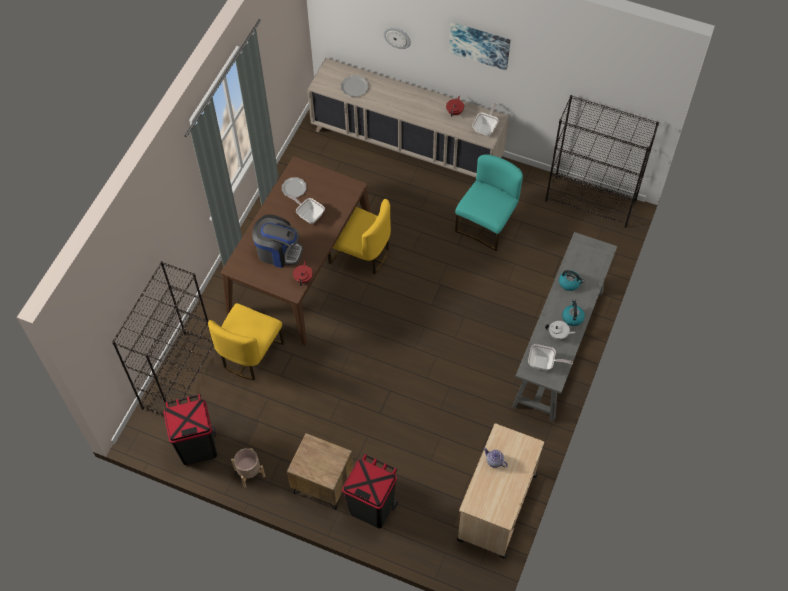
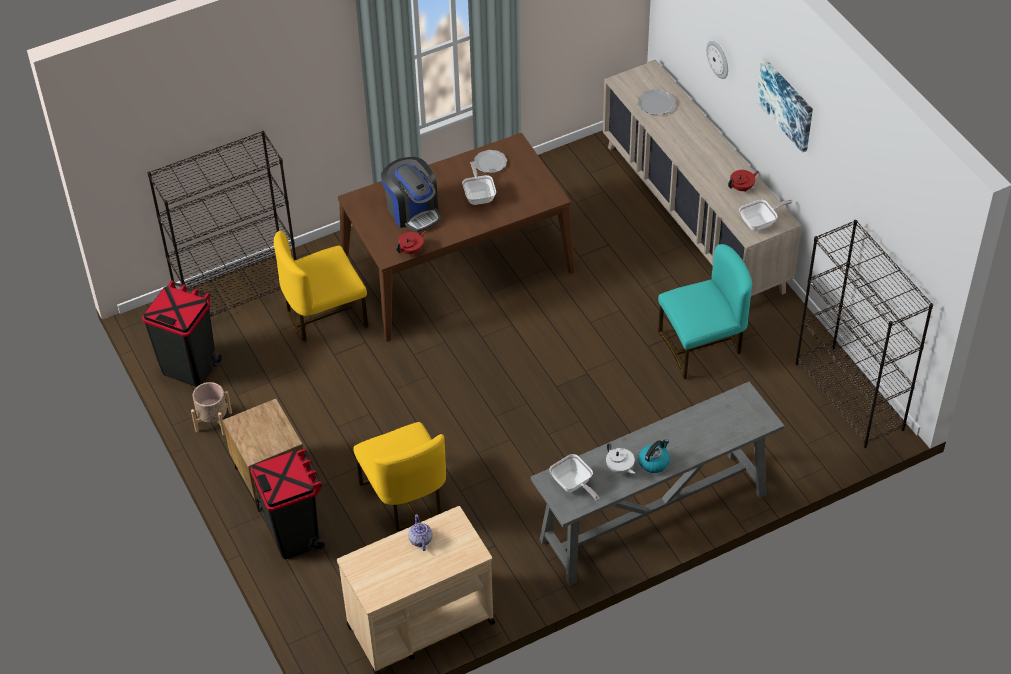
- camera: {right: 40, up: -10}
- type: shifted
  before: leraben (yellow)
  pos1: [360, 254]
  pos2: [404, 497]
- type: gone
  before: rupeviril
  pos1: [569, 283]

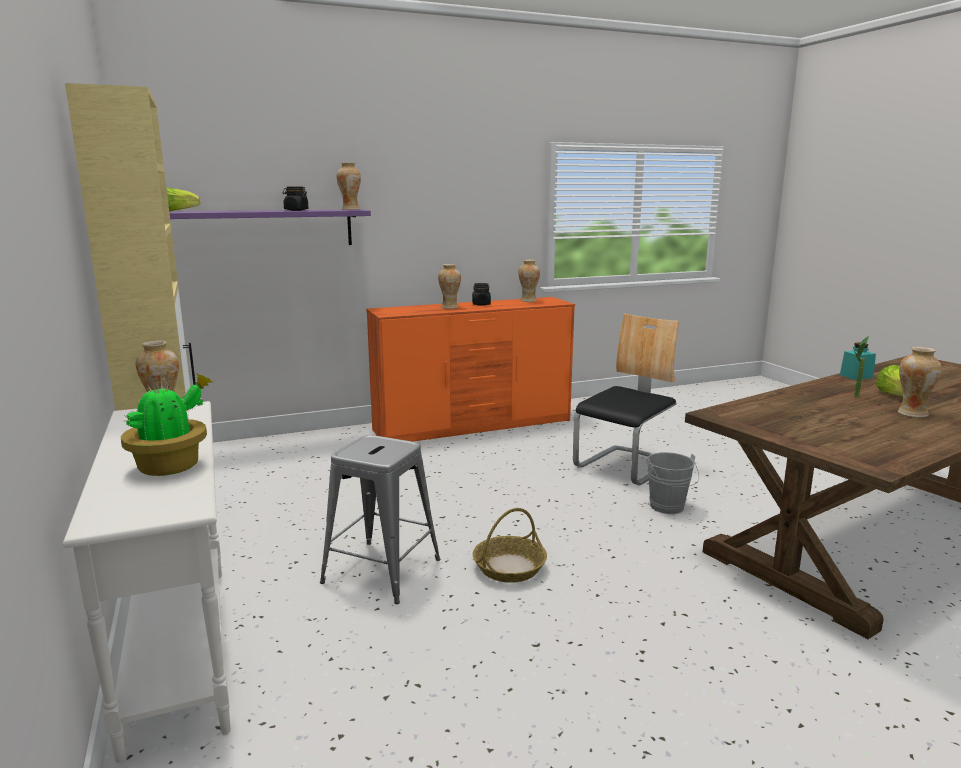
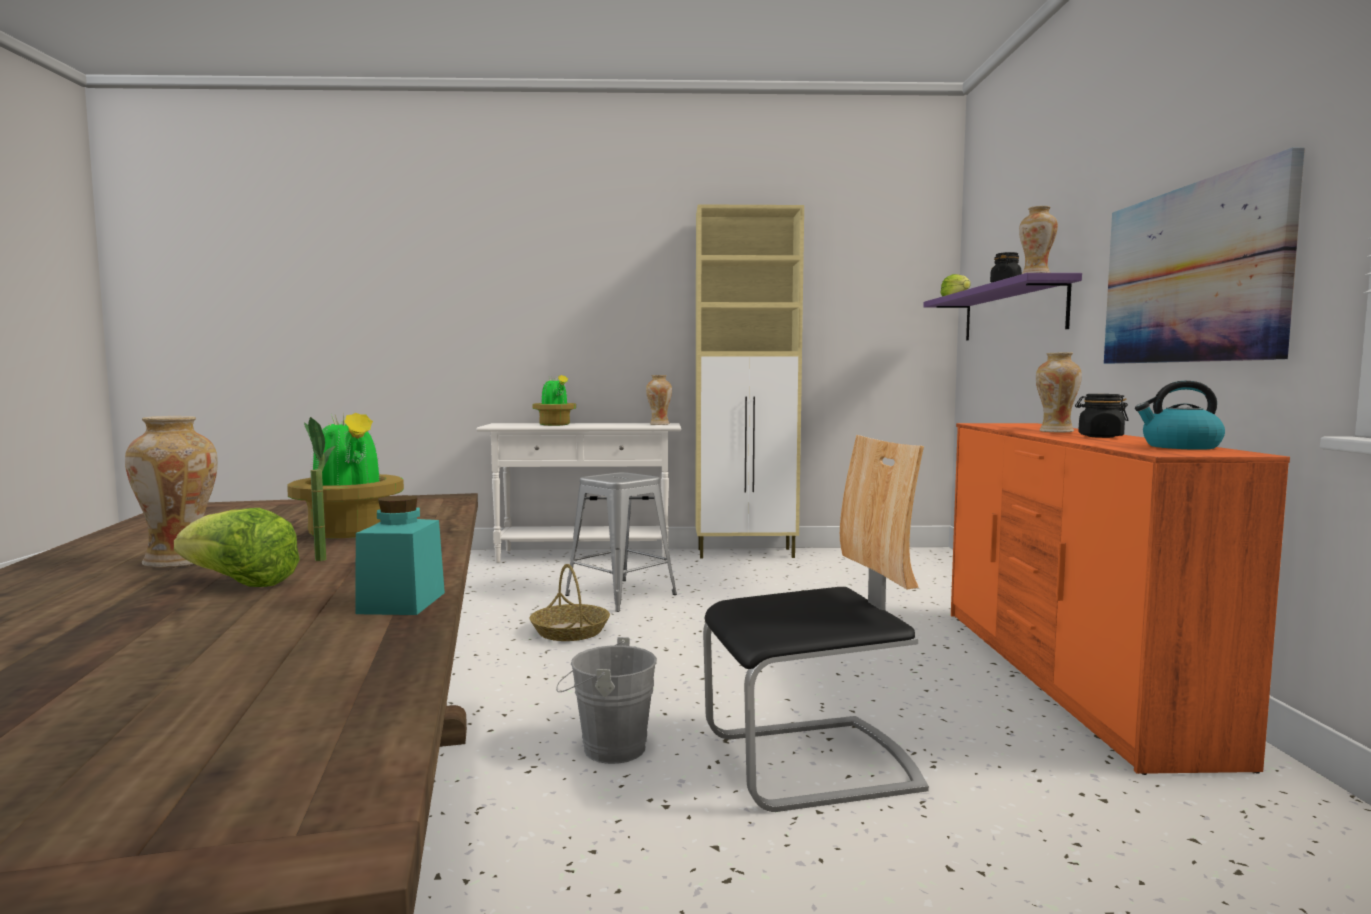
- camera: {right: 110, up: -10}
- type: swapped
  before: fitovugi
  after: rupeviril
  pos1: [528, 300]
  pos2: [1180, 447]
- type: rotated
  before: leraben
  pos1: [625, 466]
  pos2: [812, 762]
  turn: -75
- type: new
  after: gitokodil
  pos2: [350, 534]
- type: new
  after: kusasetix
  pos2: [1191, 274]

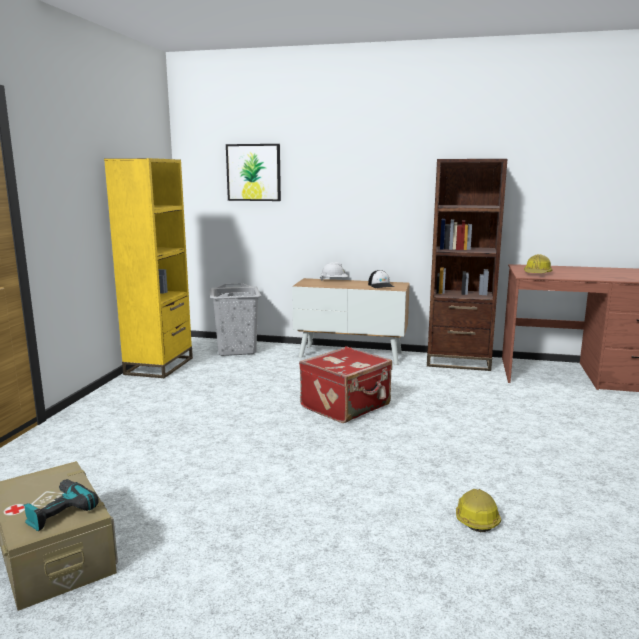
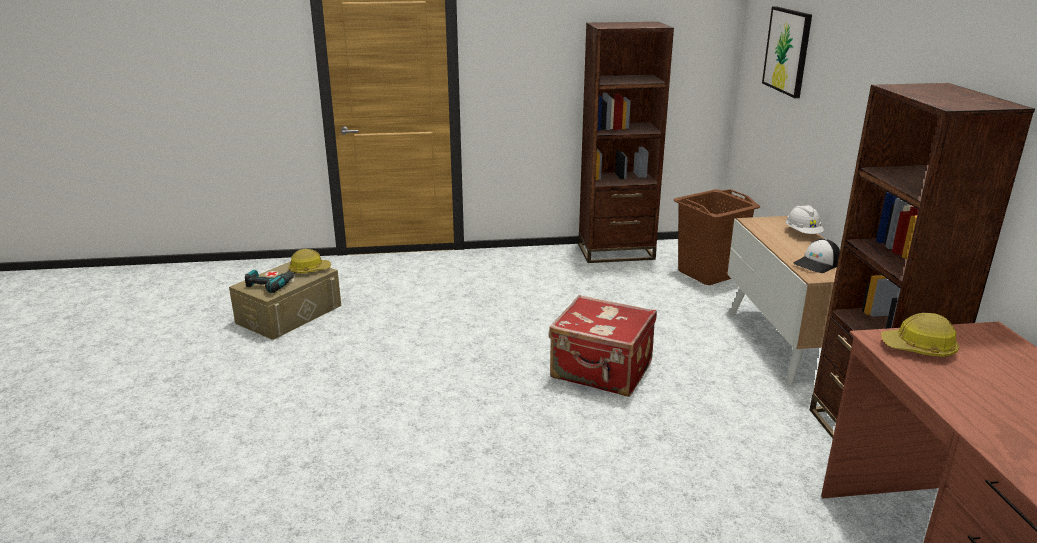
- camera: {right: 70, up: 10}
- type: repainted
  before: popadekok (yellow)
  after: popadekok (brown)
  pos1: [159, 366]
  pos2: [616, 252]
- type: repainted
  before: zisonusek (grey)
  after: zisonusek (brown)
  pos1: [237, 350]
  pos2: [709, 273]
- type: shifted
  before: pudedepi
  pos1: [476, 518]
  pos2: [309, 270]

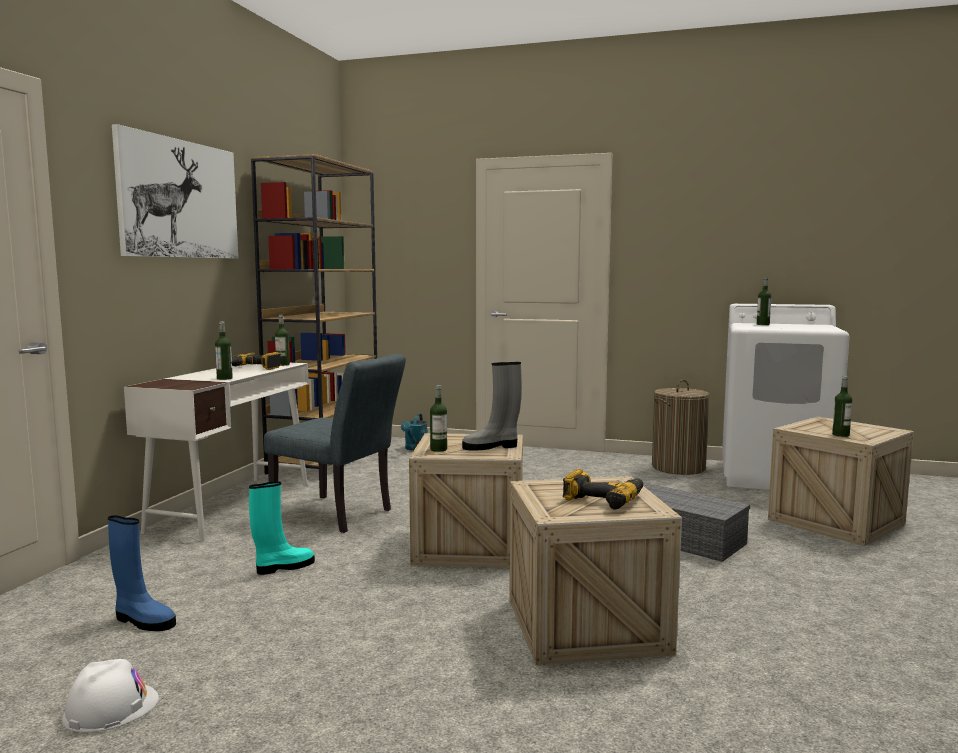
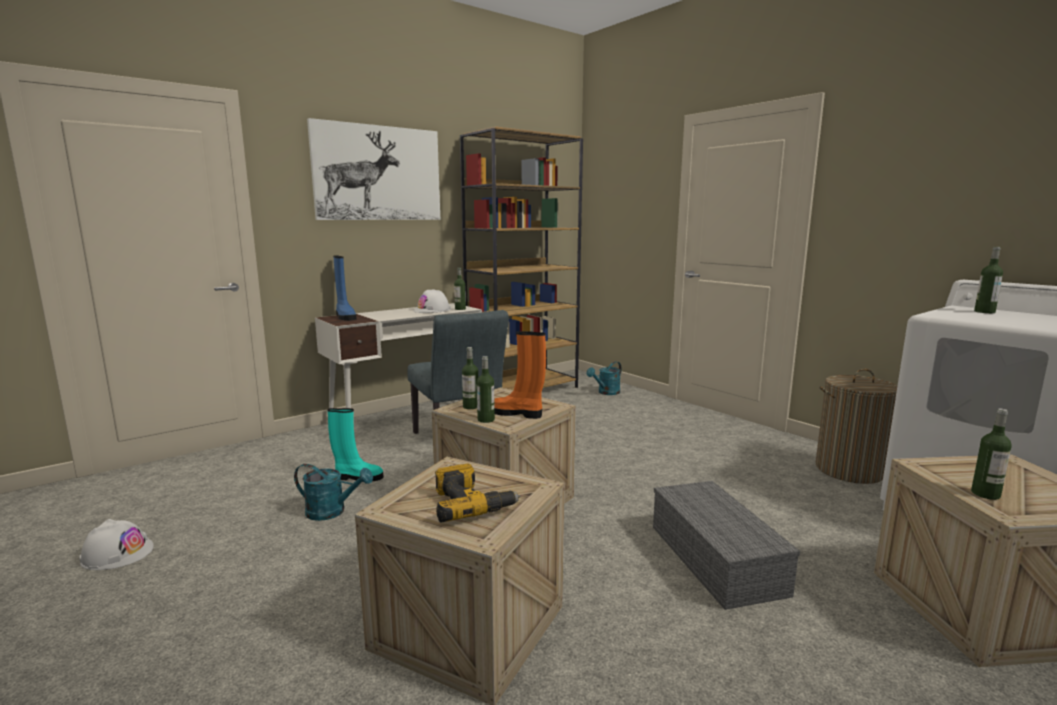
- camera: {right: 35, up: 5}
- type: shifted
  before: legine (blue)
  pos1: [143, 621]
  pos2: [345, 317]
- type: shifted
  before: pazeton
  pos1: [224, 378]
  pos2: [486, 420]
- type: swapped
  before: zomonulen
  after: pudedepi (white)
  pos1: [254, 368]
  pos2: [432, 310]
- type: repainted
  before: legine (grey)
  after: legine (orange)
  pos1: [492, 447]
  pos2: [517, 413]
- type: new
  after: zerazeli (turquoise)
  pos2: [332, 512]

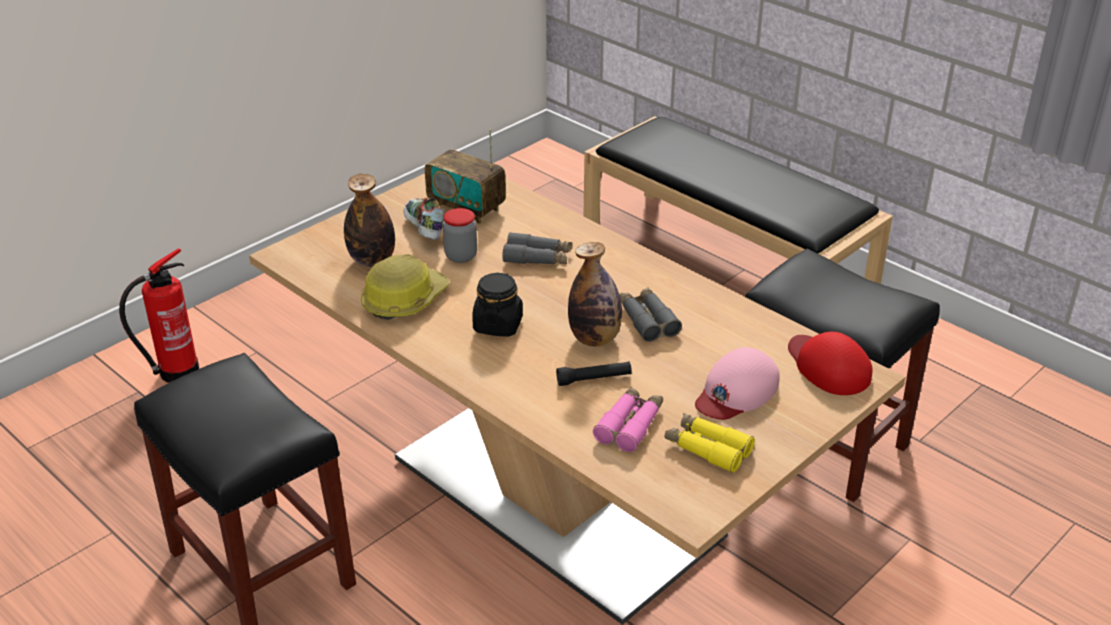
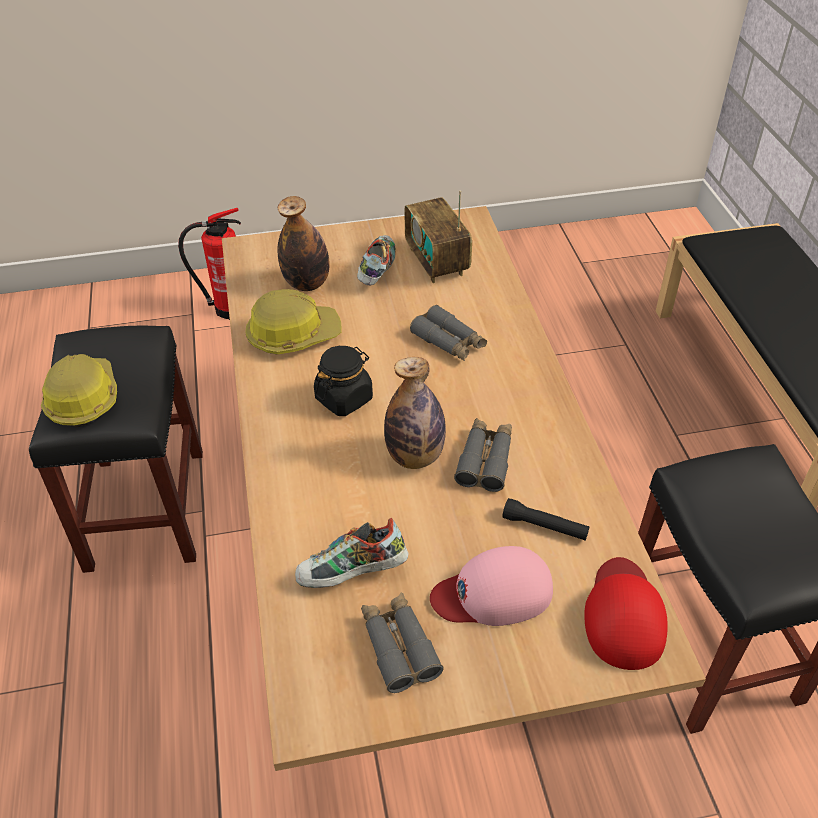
- camera: {right: 35, up: 10}
- type: gone
  before: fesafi
  pos1: [461, 256]
- type: shifted
  before: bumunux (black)
  pos1: [594, 379]
  pos2: [545, 526]
- type: swapped
  before: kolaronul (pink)
  after: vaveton
  pos1: [630, 425]
  pos2: [352, 574]
- type: repainted
  before: kolaronul (yellow)
  after: kolaronul (grey)
  pos1: [707, 448]
  pos2: [398, 646]
- type: new
  after: pudedepi
  pos2: [83, 399]

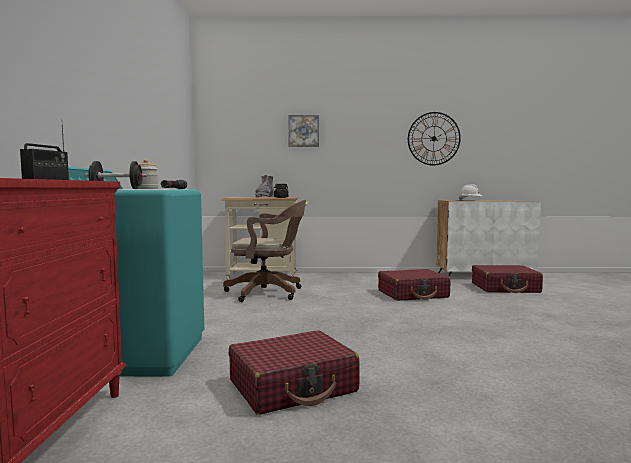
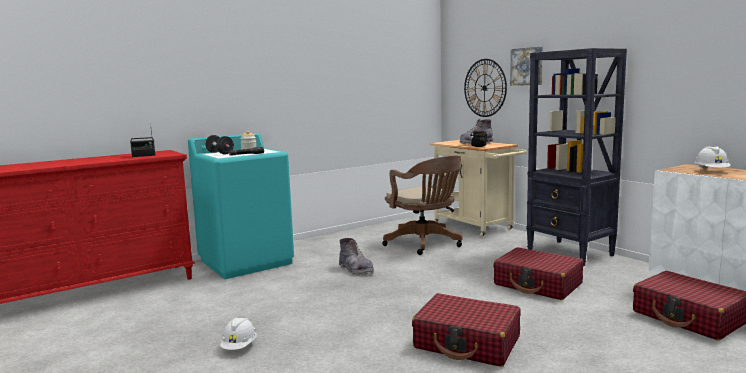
- camera: {right: 55, up: 5}
- type: shifted
  before: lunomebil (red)
  pos1: [293, 386]
  pos2: [467, 343]
- type: shifted
  before: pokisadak
  pos1: [433, 138]
  pos2: [484, 88]
- type: new
  after: pudedepi (white)
  pos2: [239, 347]
- type: new
  after: legine (grey)
  pos2: [356, 270]
- type: new
  after: popadekok (black)
  pos2: [570, 253]

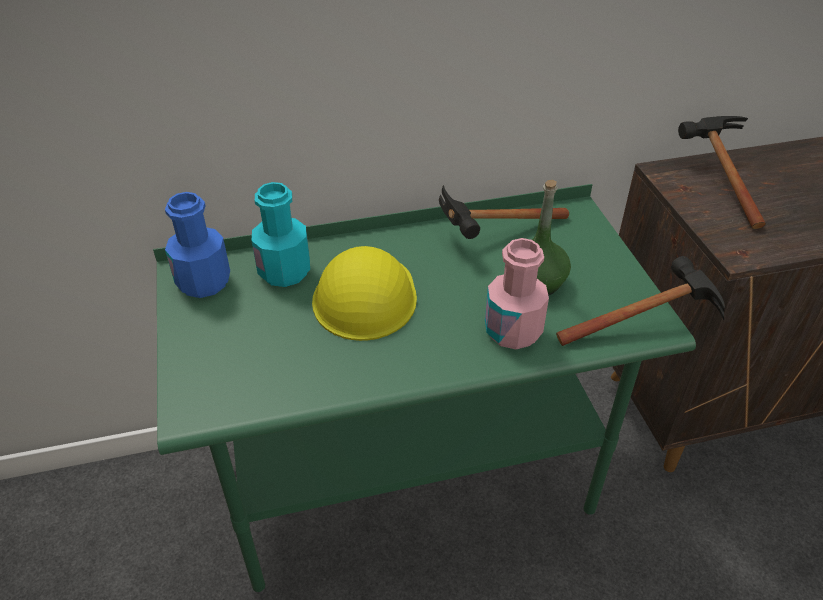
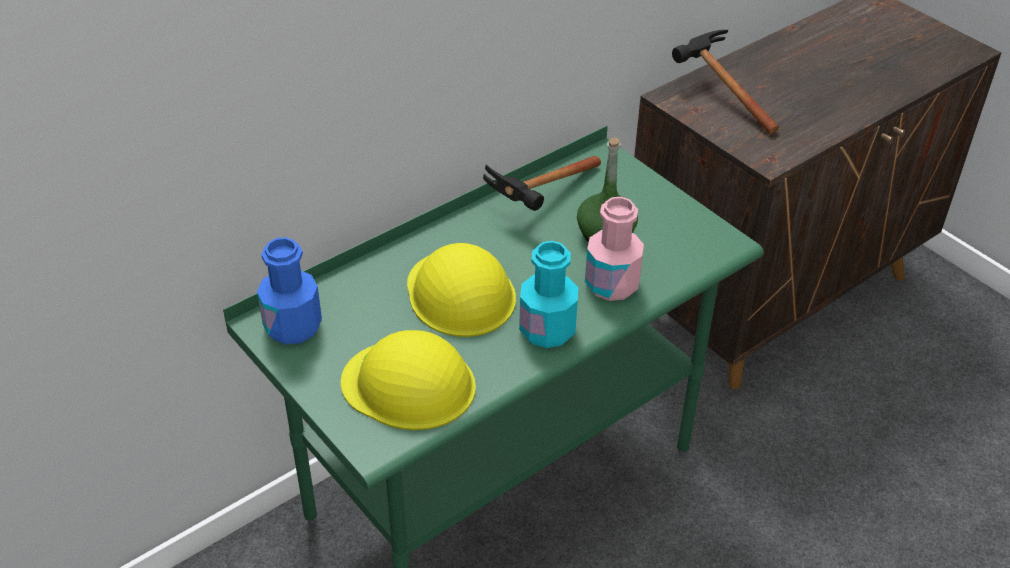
- camera: {right: -25, up: 0}
- type: shifted
  before: pazeton (turquoise)
  pos1: [284, 271]
  pos2: [547, 330]
- type: gone
  before: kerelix
  pos1: [648, 324]
- type: new
  after: pudedepi (yellow)
  pos2: [409, 385]

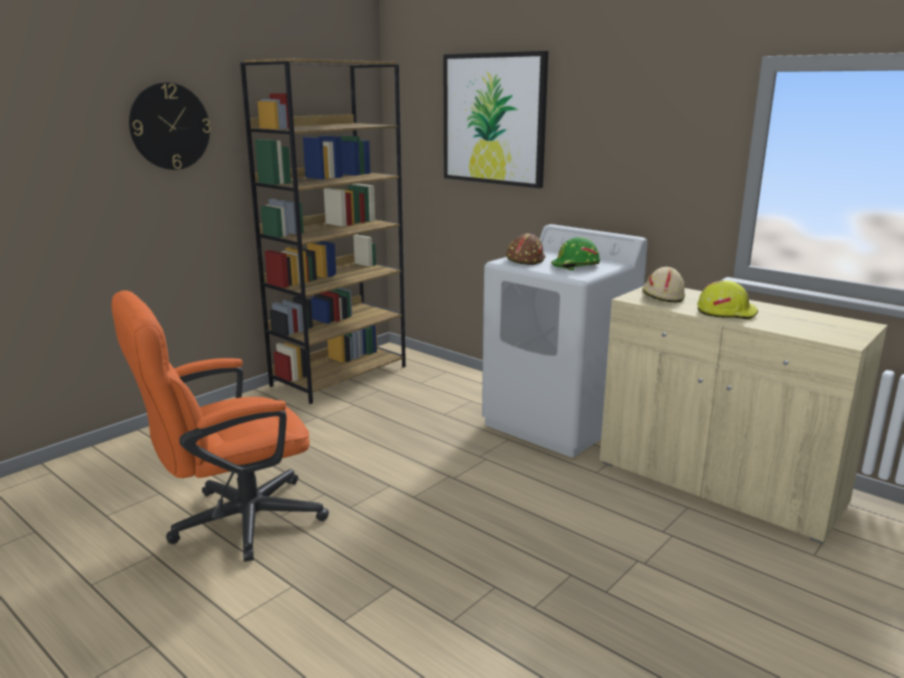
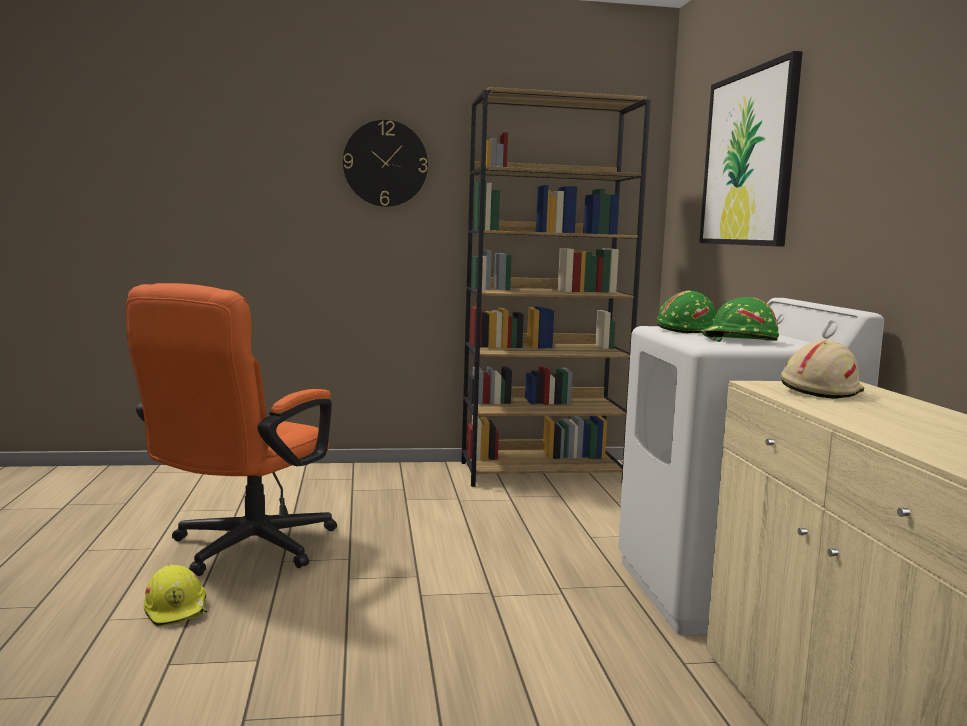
- camera: {right: 40, up: -10}
- type: rotated
  before: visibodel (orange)
  pos1: [233, 523]
  pos2: [242, 550]
  turn: -75
- type: repainted
  before: pudedepi (brown)
  after: pudedepi (green)
  pos1: [525, 260]
  pos2: [688, 330]
- type: shifted
  before: pudedepi (yellow)
  pos1: [726, 312]
  pos2: [177, 609]

